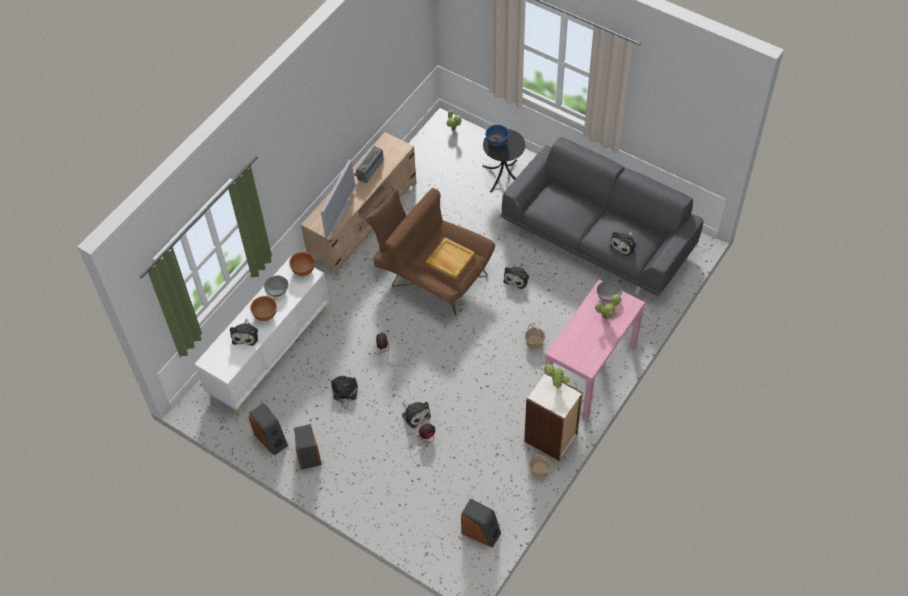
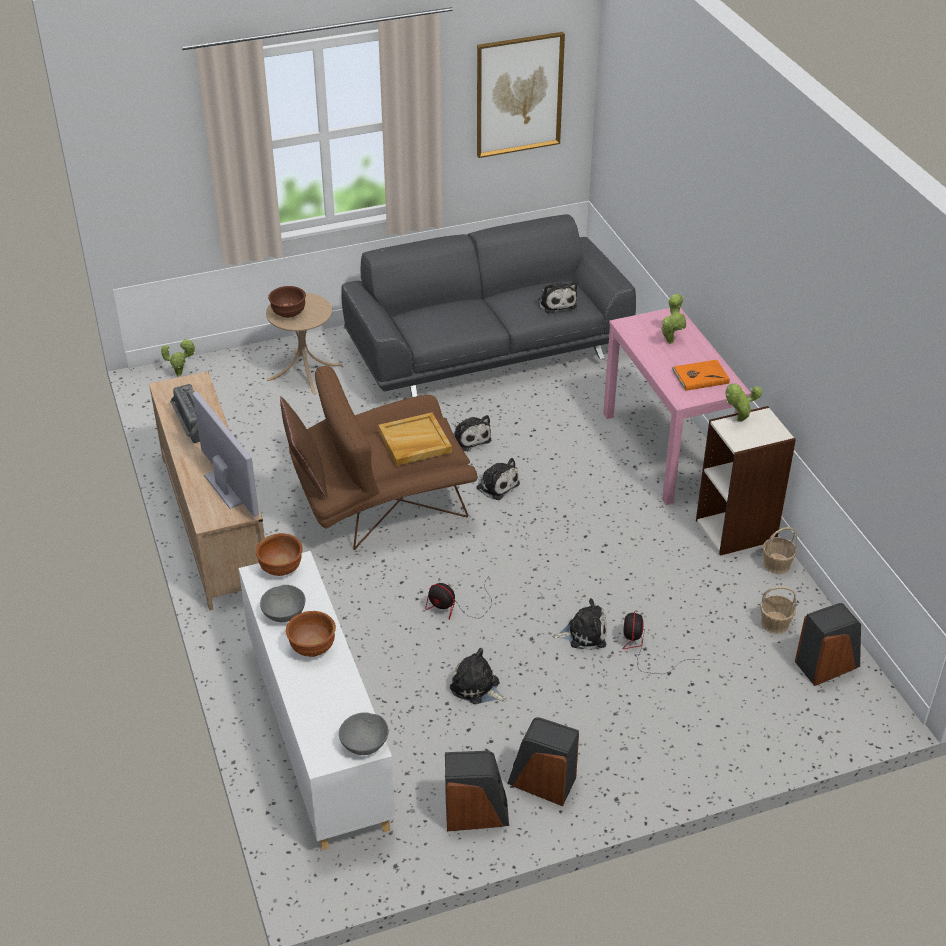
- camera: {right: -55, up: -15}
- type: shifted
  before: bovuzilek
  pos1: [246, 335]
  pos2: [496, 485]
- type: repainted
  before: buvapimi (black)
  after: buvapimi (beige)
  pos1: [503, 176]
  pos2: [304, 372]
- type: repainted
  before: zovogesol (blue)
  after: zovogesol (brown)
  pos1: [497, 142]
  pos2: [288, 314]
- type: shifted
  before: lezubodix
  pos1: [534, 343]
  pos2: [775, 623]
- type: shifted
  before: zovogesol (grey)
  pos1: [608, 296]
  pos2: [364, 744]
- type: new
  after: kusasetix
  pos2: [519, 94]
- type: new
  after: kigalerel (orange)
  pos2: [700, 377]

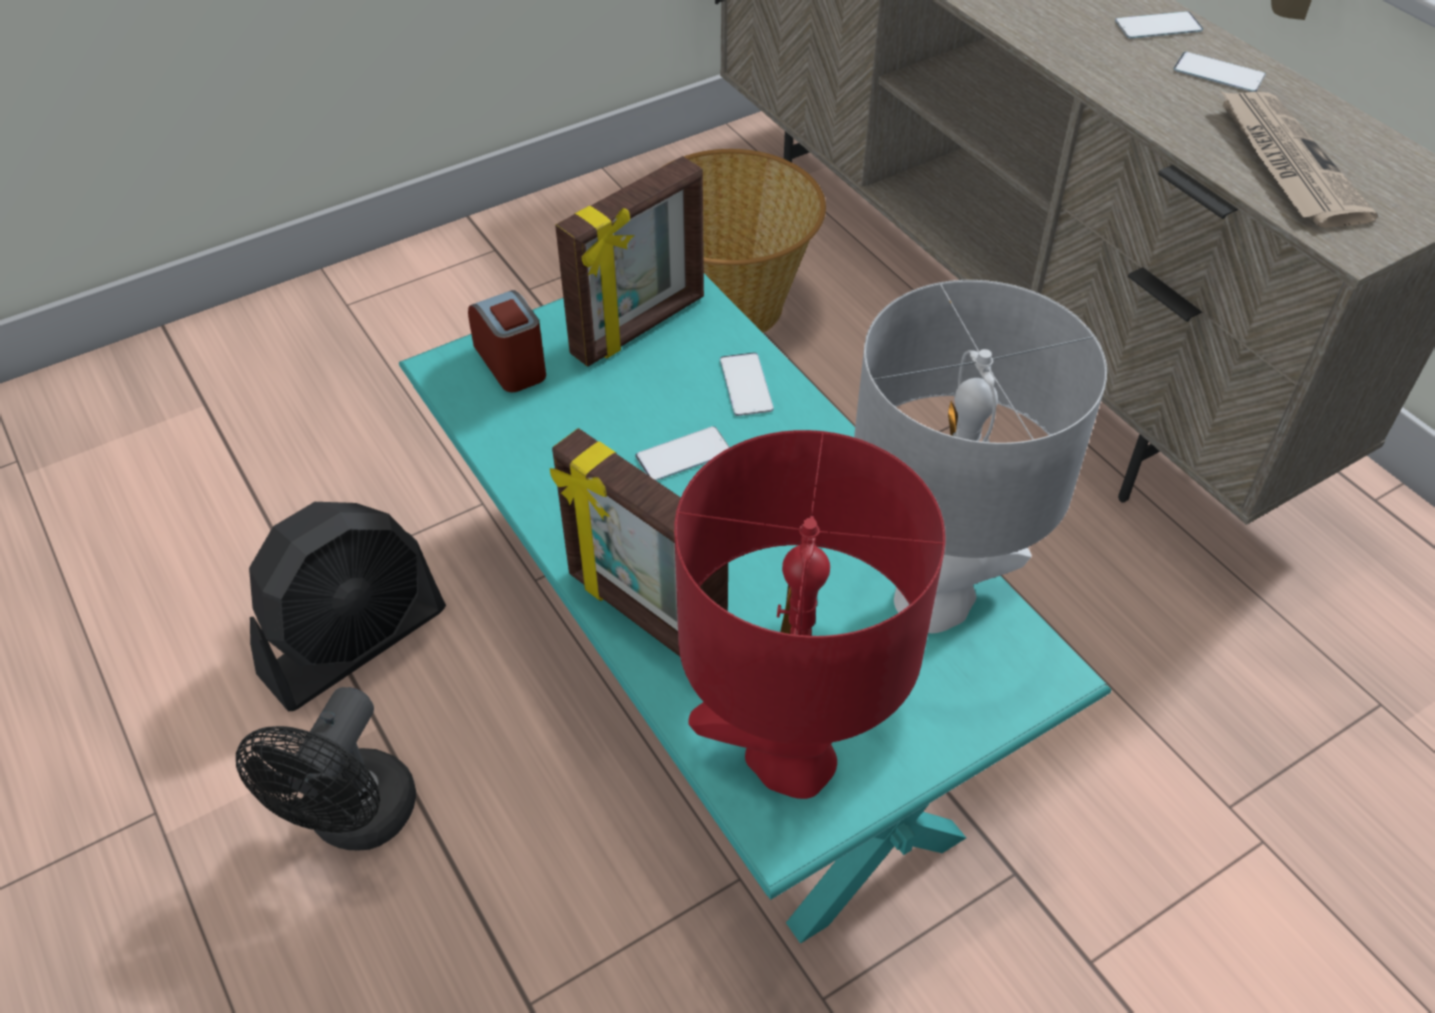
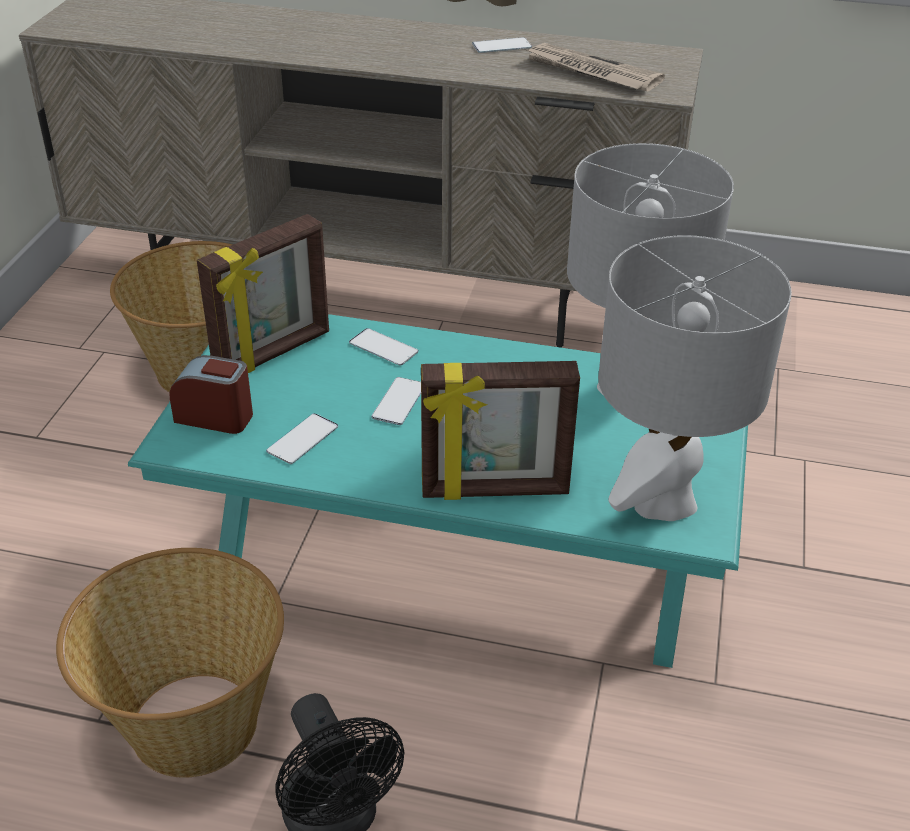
- camera: {right: -45, up: -10}
- type: swapped
  before: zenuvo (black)
  after: lezubodix
  pos1: [355, 642]
  pos2: [191, 724]
- type: rotated
  before: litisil
  pos1: [640, 327]
  pos2: [273, 353]
  turn: 45
- type: repainted
  before: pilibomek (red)
  after: pilibomek (grey)
  pos1: [790, 758]
  pos2: [663, 501]
- type: shifted
  before: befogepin
  pos1: [1158, 26]
  pos2: [302, 439]

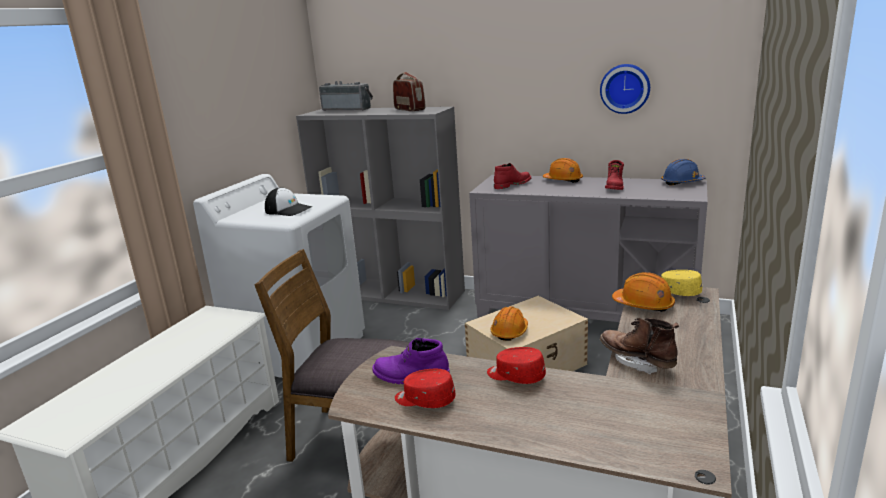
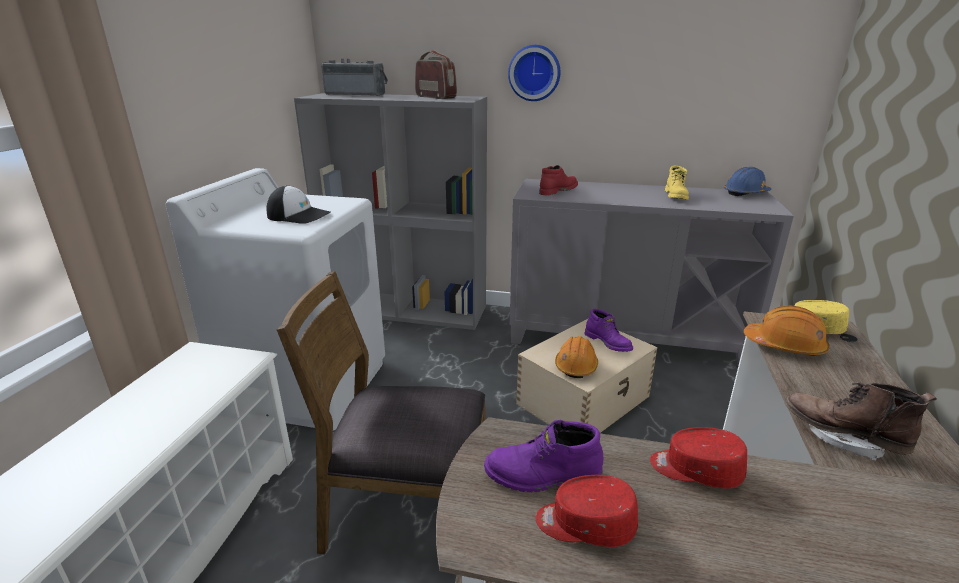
- camera: {right: -10, up: 5}
- type: gone
  before: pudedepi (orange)
  pos1: [563, 180]
- type: shifted
  before: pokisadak
  pos1: [625, 88]
  pos2: [534, 73]
- type: repainted
  before: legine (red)
  after: legine (yellow)
  pos1: [615, 187]
  pos2: [676, 196]
- type: new
  after: legine (purple)
  pos2: [608, 343]

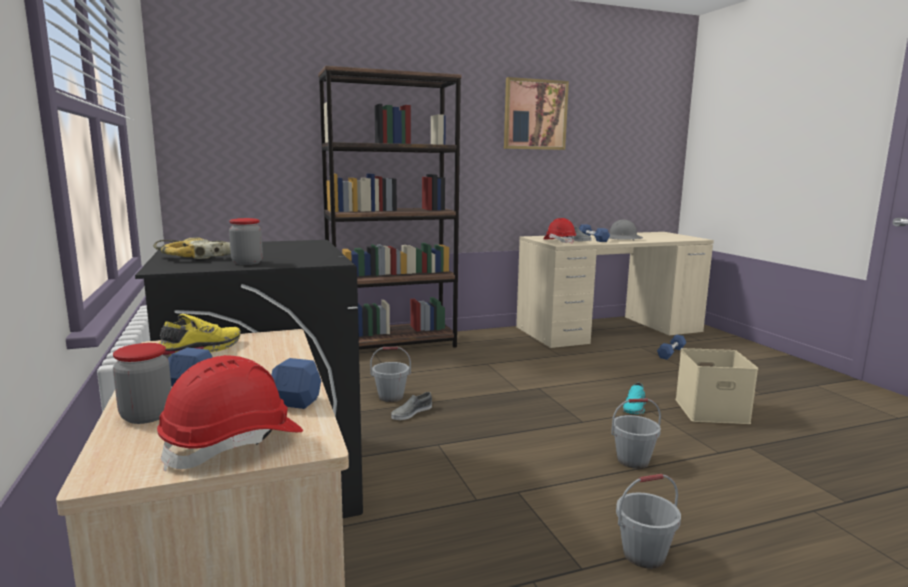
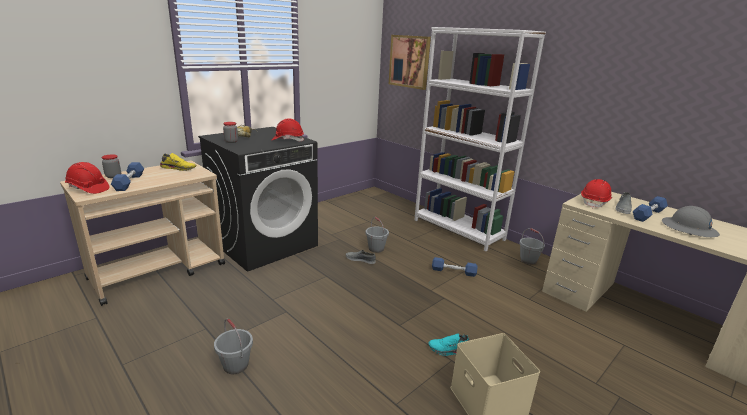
- camera: {right: 65, up: 10}
- type: repainted
  before: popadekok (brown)
  after: popadekok (white)
  pos1: [393, 345]
  pos2: [458, 230]
- type: shifted
  before: kusasetix
  pos1: [535, 114]
  pos2: [409, 61]
- type: shifted
  before: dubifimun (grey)
  pos1: [633, 460]
  pos2: [528, 260]
- type: shifted
  before: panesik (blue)
  pos1: [671, 353]
  pos2: [453, 271]
- type: new
  after: pudedepi (red)
  pos2: [288, 140]

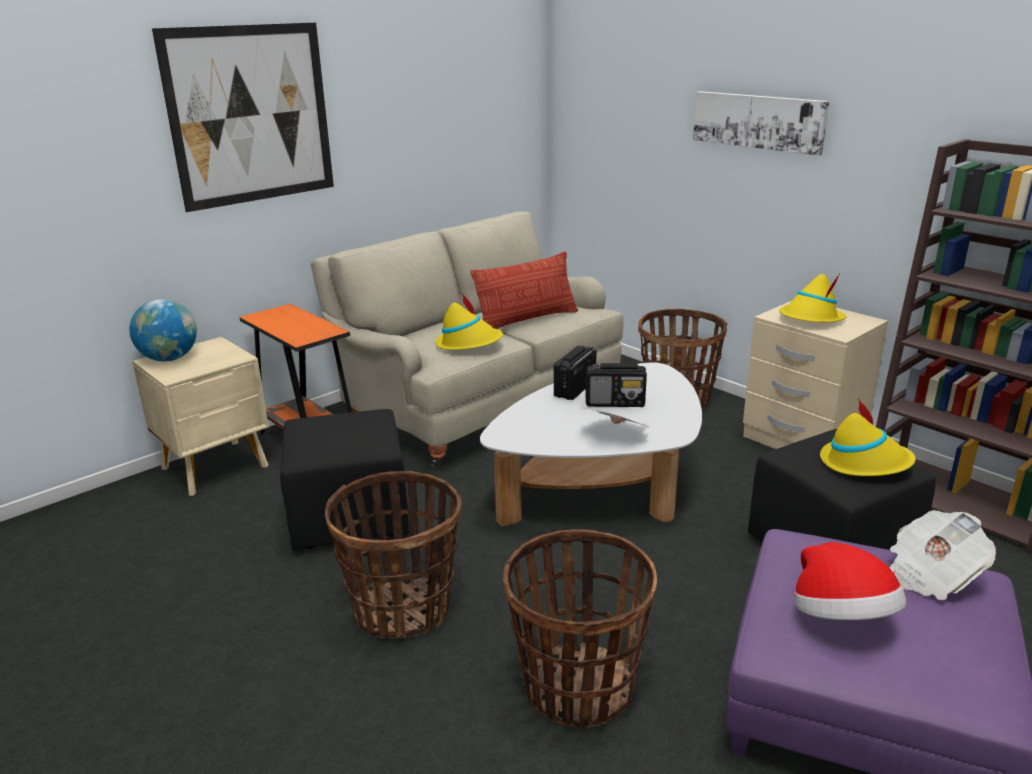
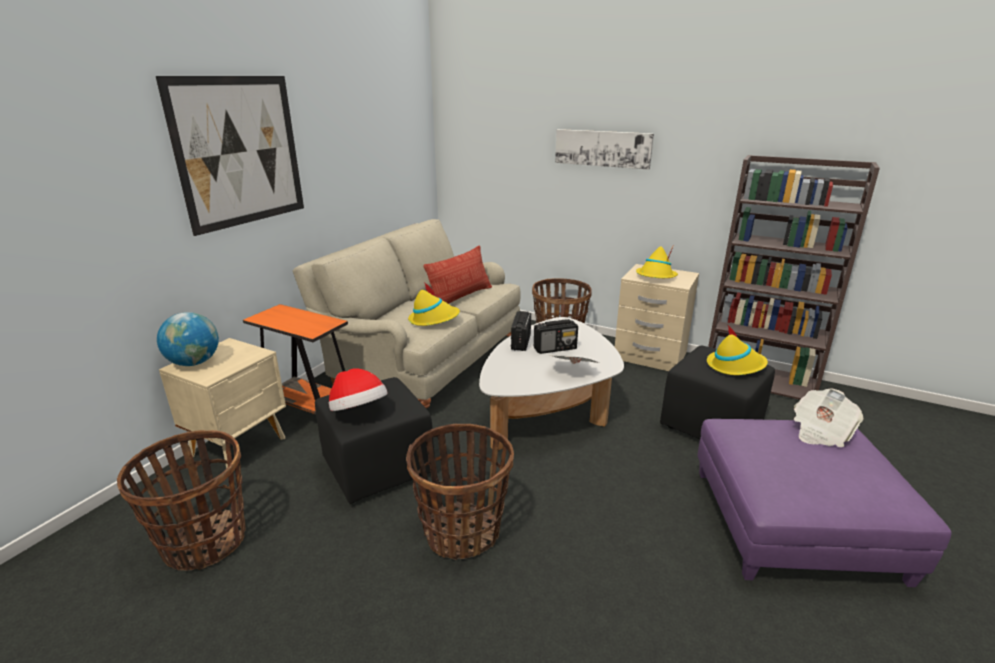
- camera: {right: -20, up: 0}
- type: shifted
  before: lezubodix
  pos1: [577, 688]
  pos2: [204, 542]
- type: shifted
  before: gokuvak
  pos1: [841, 618]
  pos2: [359, 411]

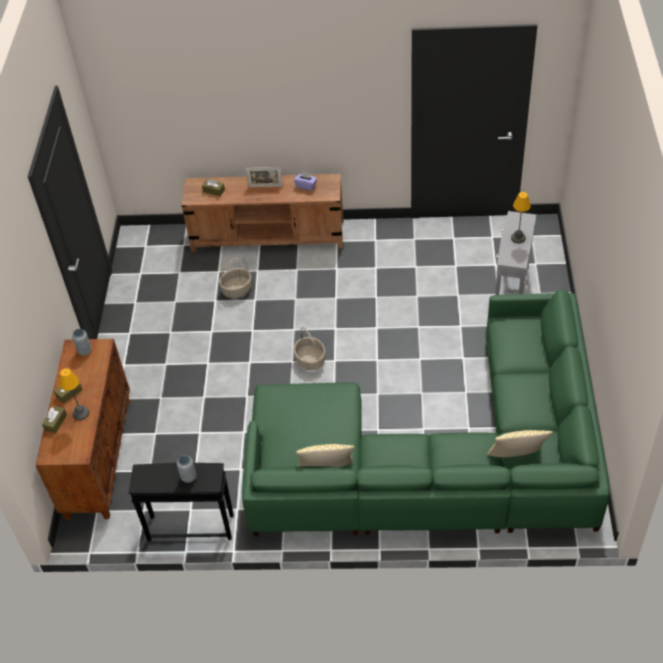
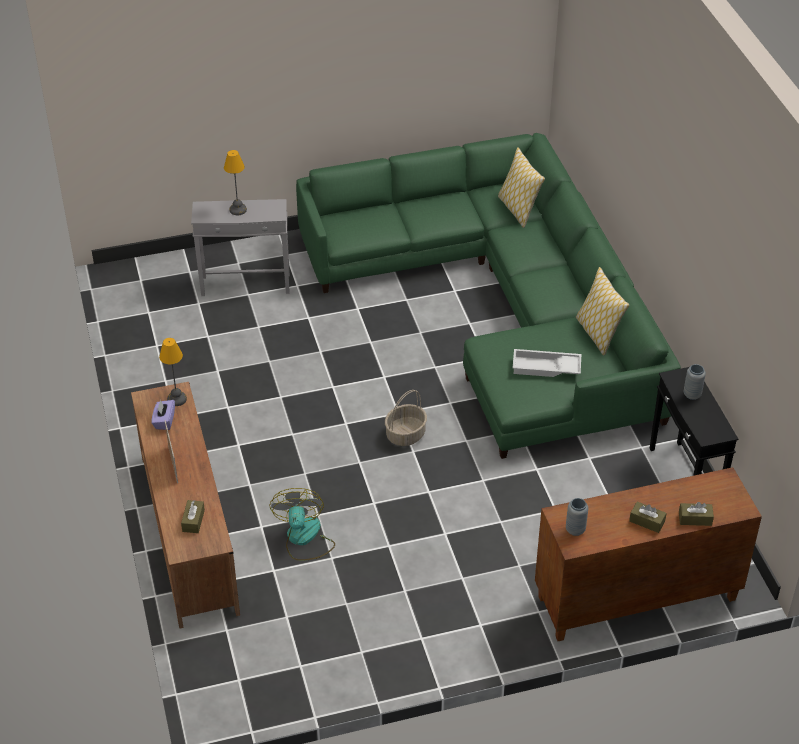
- camera: {right: -110, up: -5}
- type: shifted
  before: pilibomek
  pos1: [81, 413]
  pos2: [176, 399]
- type: swapped
  before: lezubodix
  after: zenuvo
  pos1: [237, 289]
  pos2: [304, 539]
- type: new
  after: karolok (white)
  pos2: [545, 368]

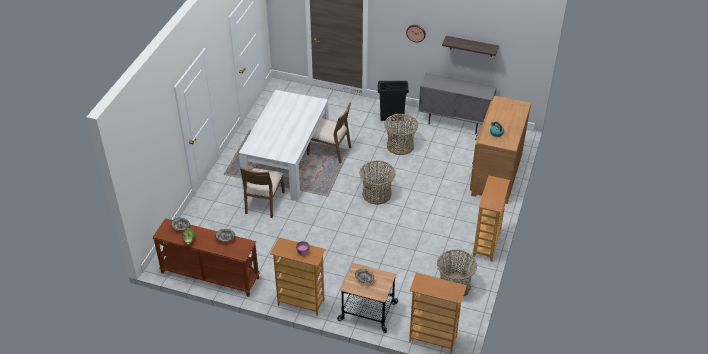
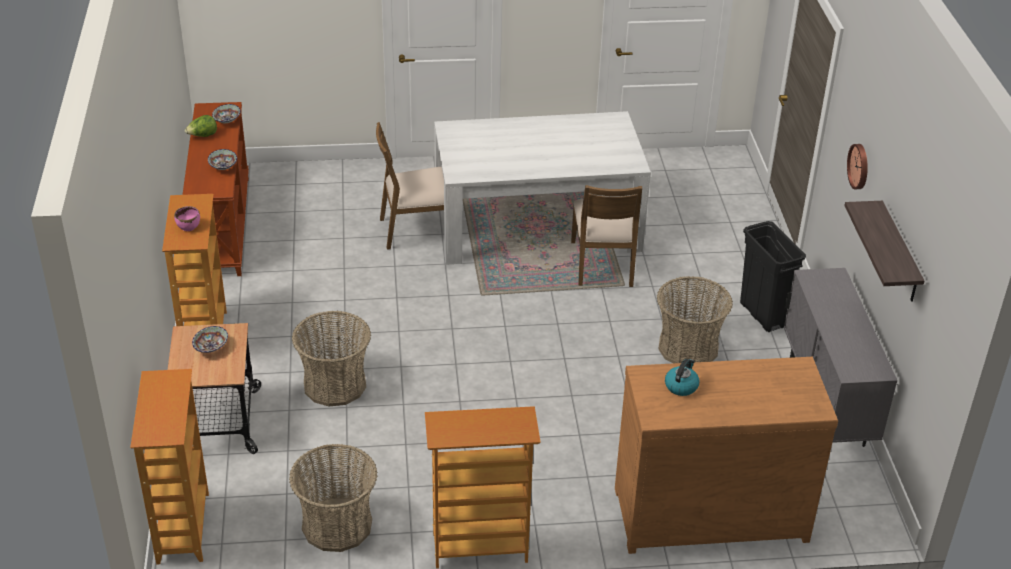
- camera: {right: 65, up: -5}
- type: shifted
  before: lezubodix
  pos1: [377, 194]
  pos2: [334, 385]

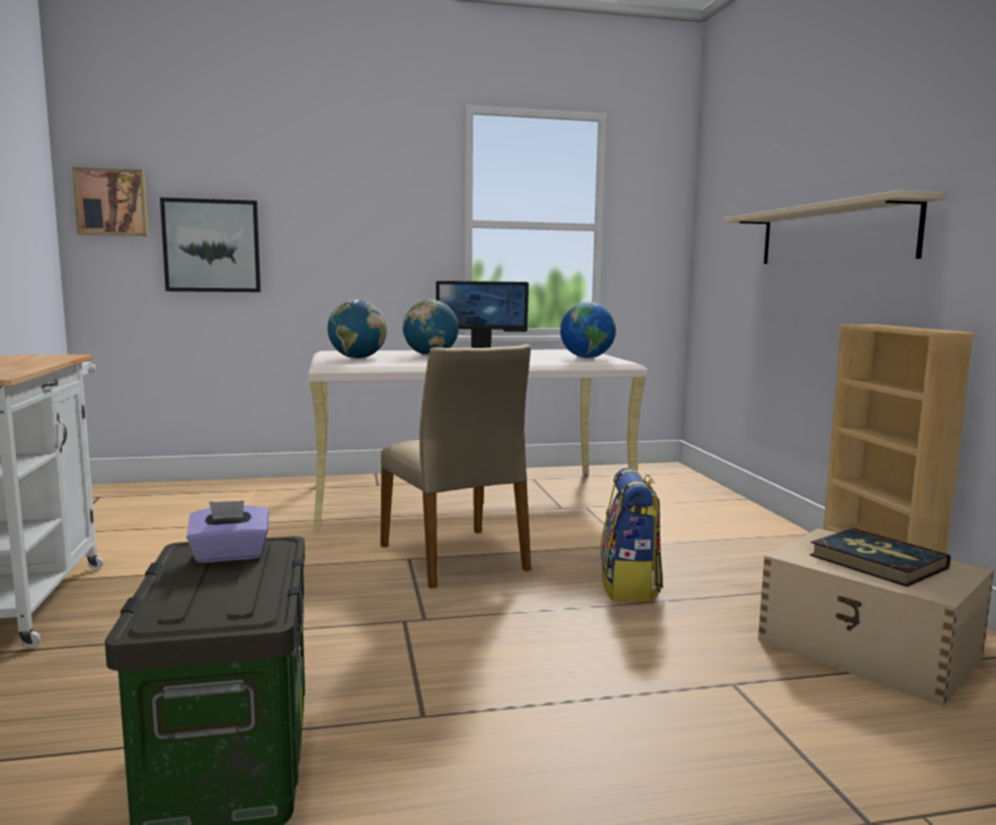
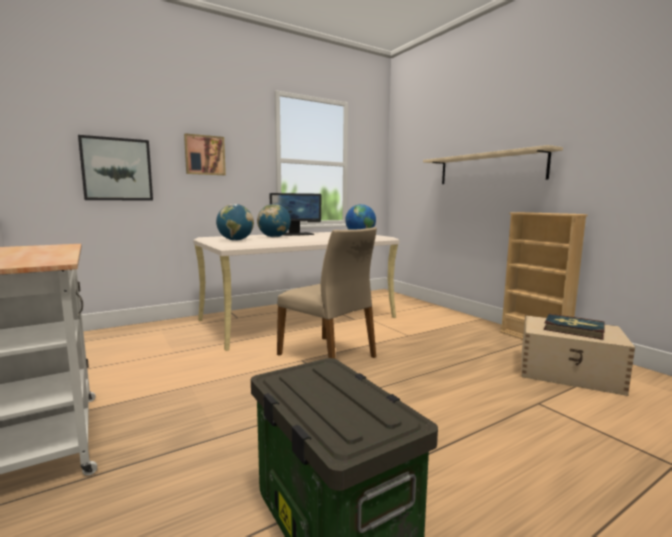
- camera: {right: -20, up: 0}
- type: shifted
  before: kusasetix
  pos1: [112, 202]
  pos2: [204, 155]
- type: gone
  before: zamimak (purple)
  pos1: [230, 555]
- type: gone
  before: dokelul
  pos1: [630, 586]

